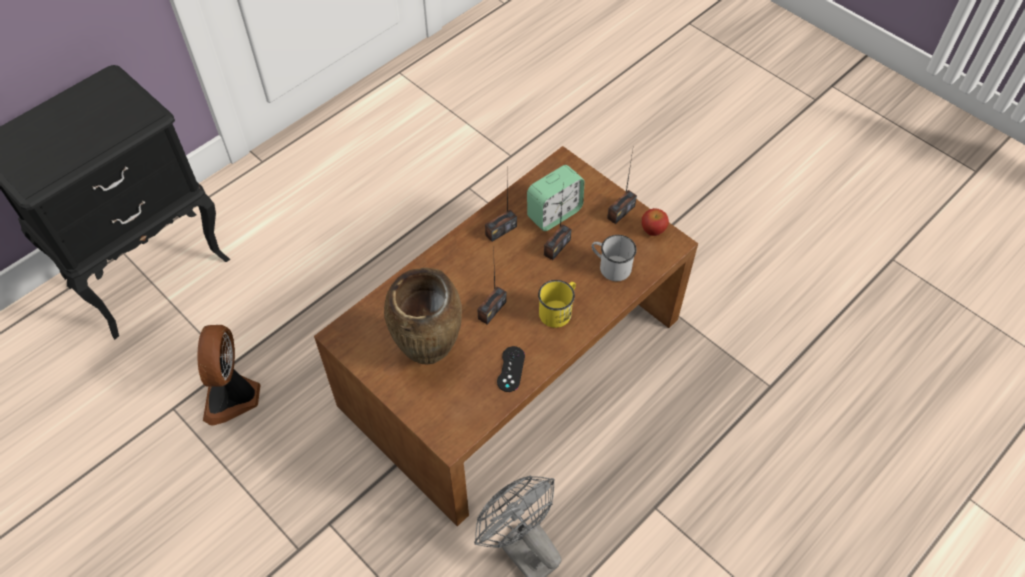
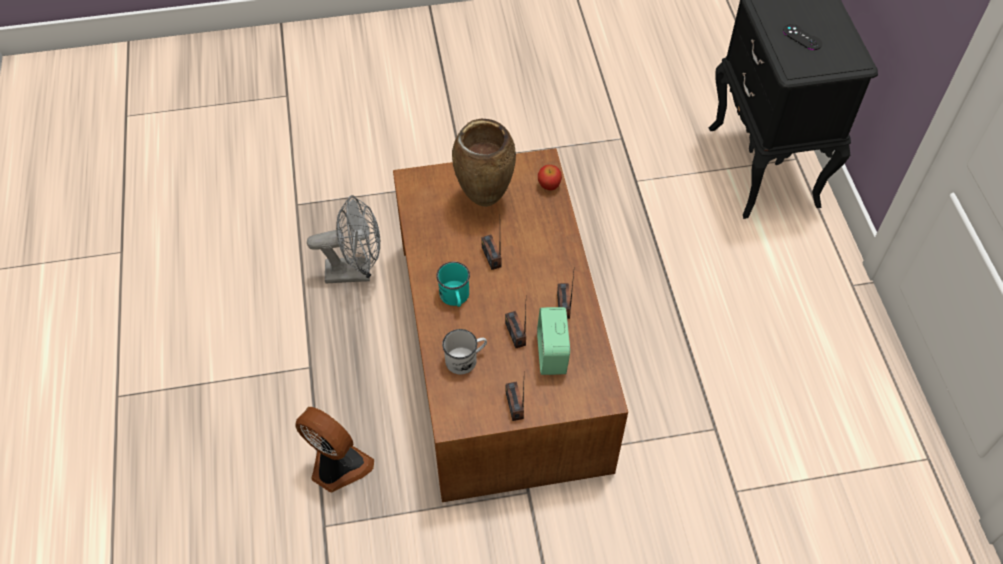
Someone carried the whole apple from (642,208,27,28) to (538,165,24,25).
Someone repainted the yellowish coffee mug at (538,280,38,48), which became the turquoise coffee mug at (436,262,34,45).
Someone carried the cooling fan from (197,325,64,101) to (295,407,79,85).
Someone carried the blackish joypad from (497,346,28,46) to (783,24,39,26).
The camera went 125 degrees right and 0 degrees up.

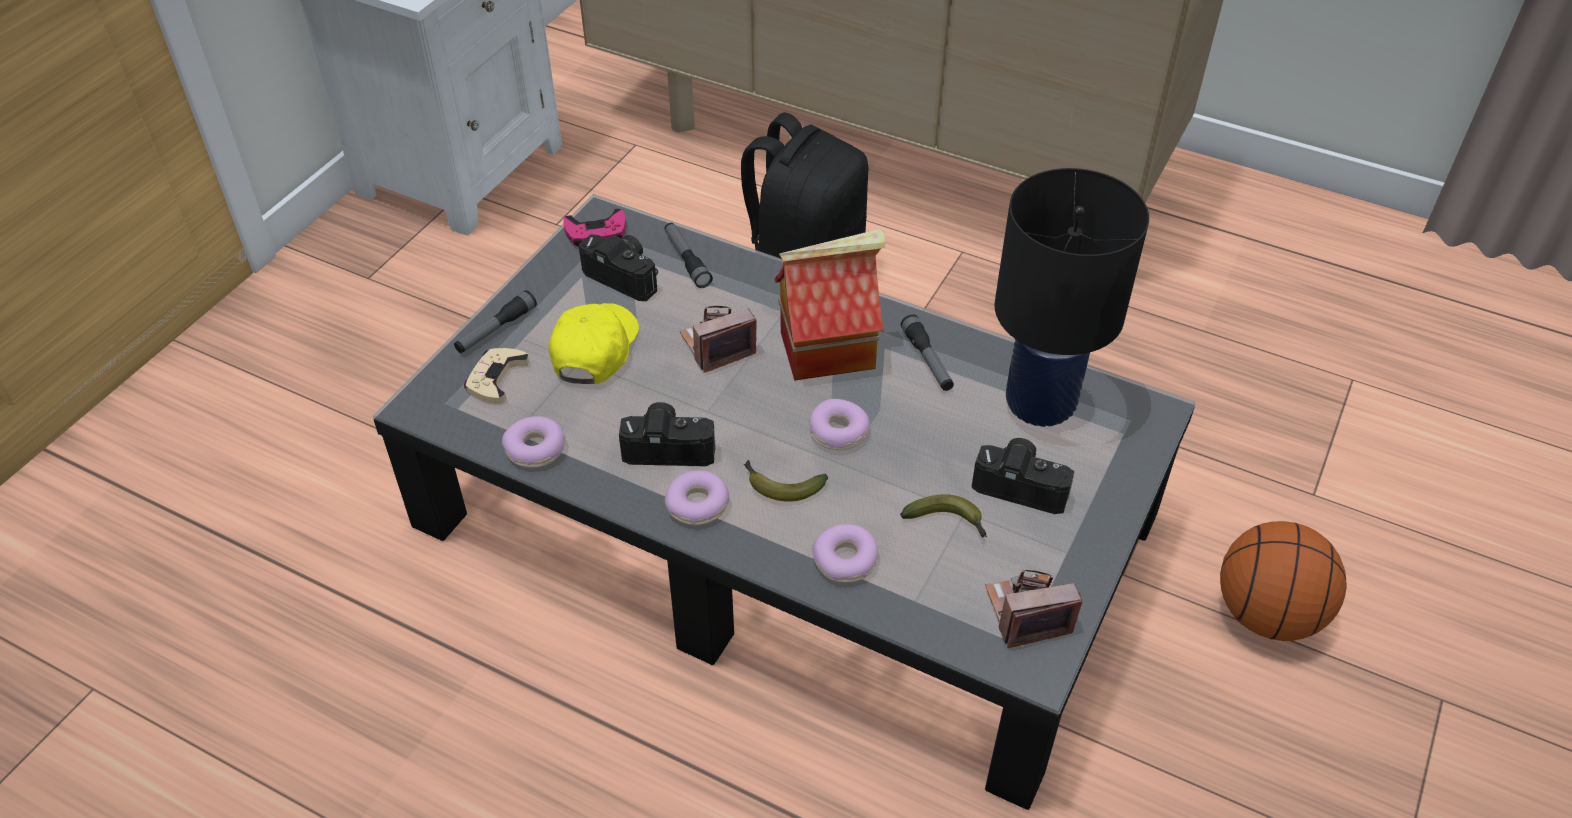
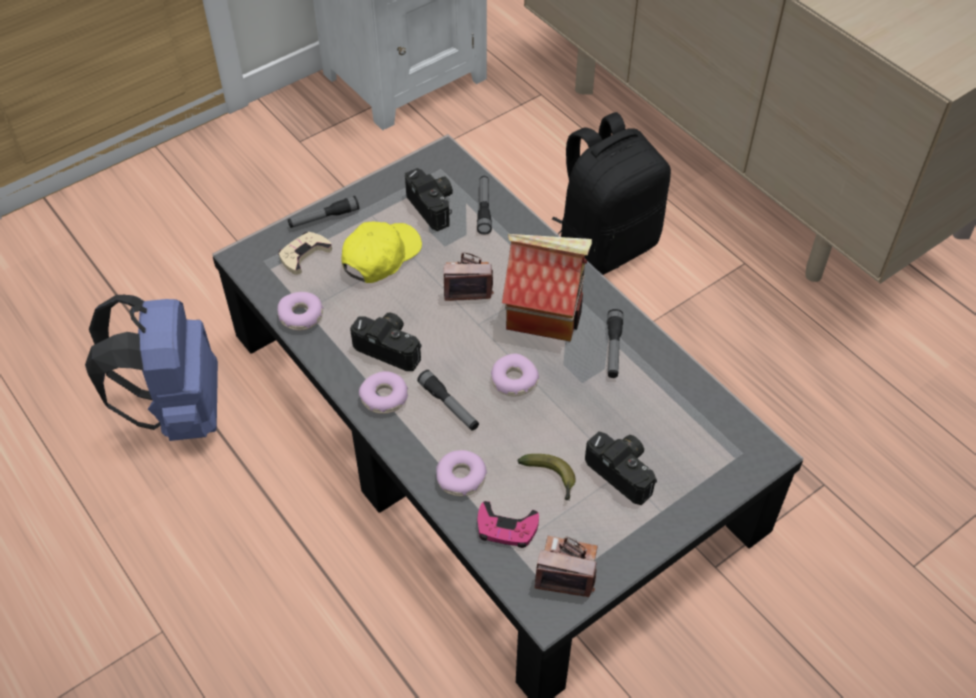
Someone took away the blackish table lamp at (995,168,154,259).
Someone carried the pink joypad from (563,209,63,37) to (478,501,61,47).
Someone swapped the whole banana at (744,460,84,42) for the hand torch at (417,370,62,61).
Someone took away the basketball at (1220,521,127,120).
Someone put down the blue-coloured knapsack at (85,295,133,146).
The camera went 25 degrees right and 5 degrees up.

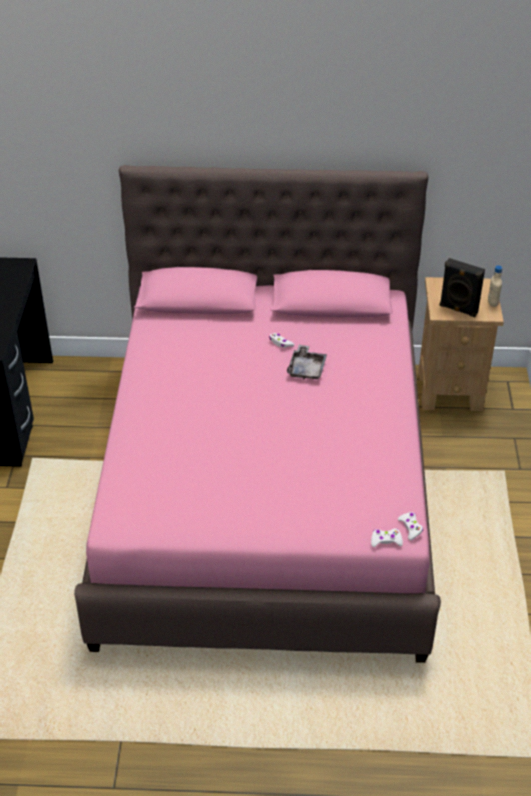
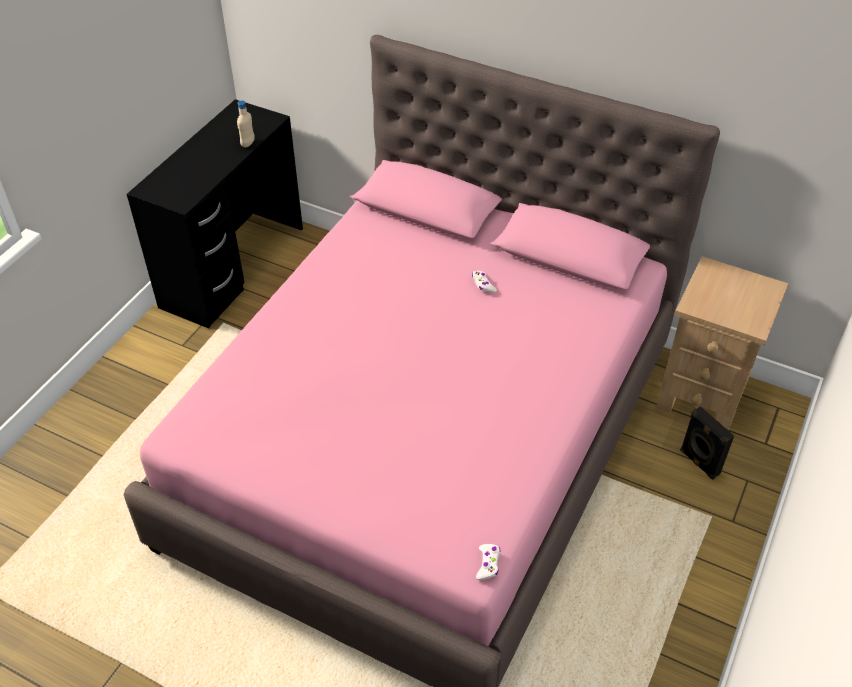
Someone carried the blackish loudspeaker from (440,258,45,59) to (680,406,54,74).
Someone carried the sand-coloured beverage bottle from (488,265,14,42) to (237,100,18,48).
Someone took away the gray tray at (287,345,40,34).
Someone took away the white joypad at (371,529,32,18).
The camera went 25 degrees right and 5 degrees up.

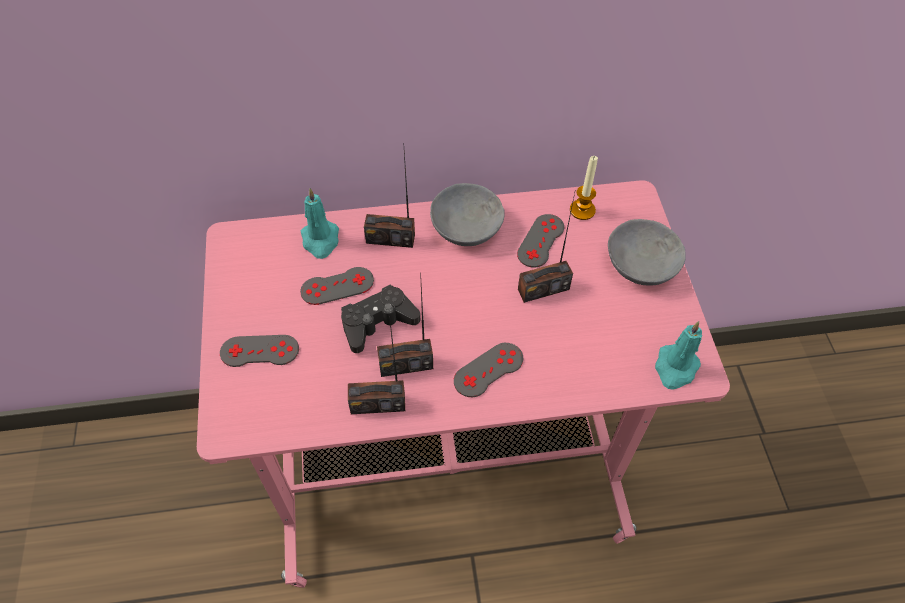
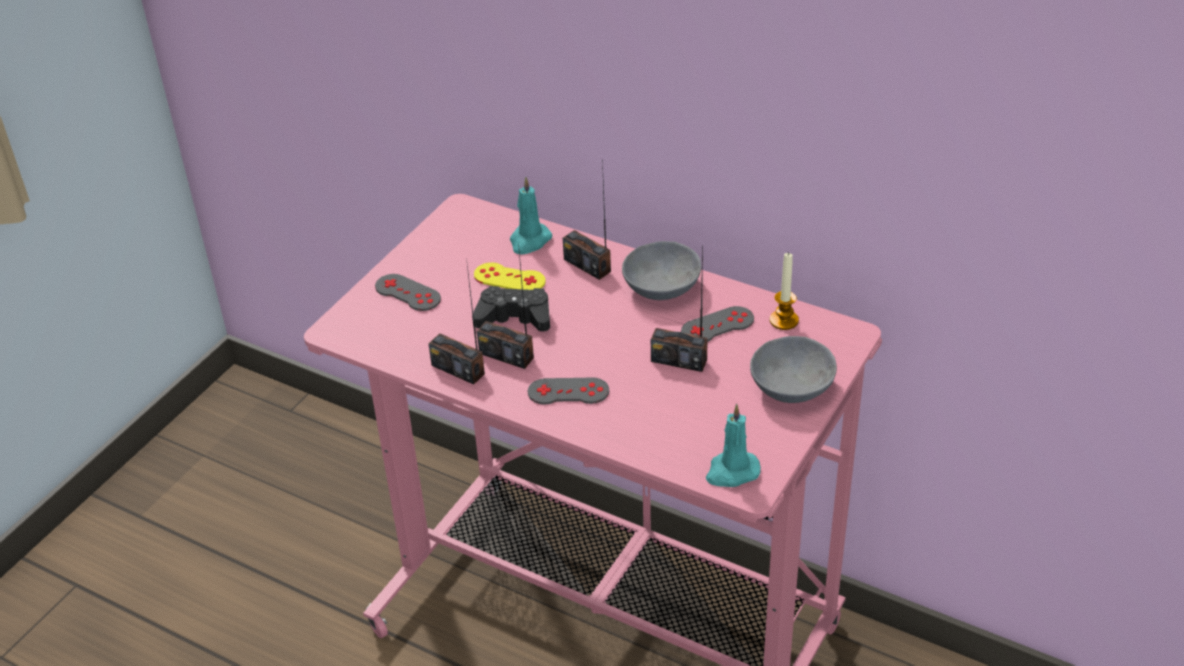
Someone repainted the gray joypad at (300,267,74,38), which became the yellowish joypad at (474,262,72,28).
The camera went 40 degrees right and 15 degrees down.

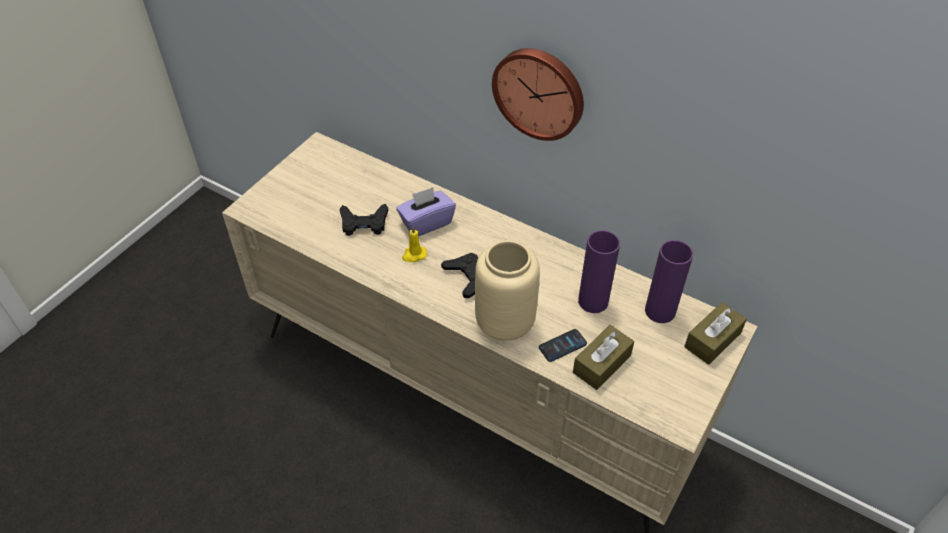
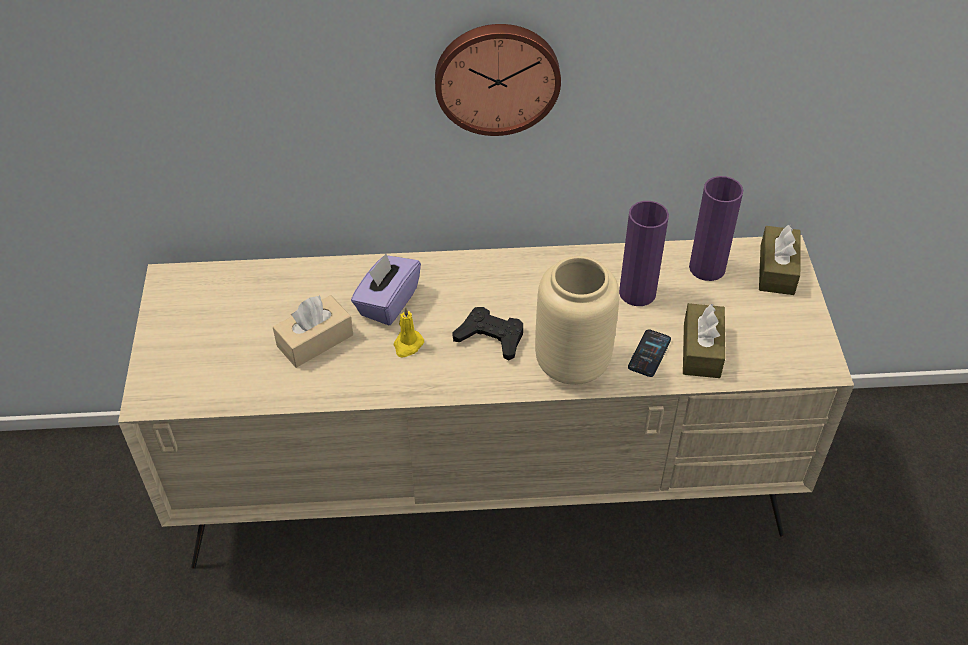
Someone swapped the blackish joypad at (340,204,48,32) for the sand-coloured tissue holder at (273,295,80,73).
The camera went 35 degrees left and 0 degrees up.

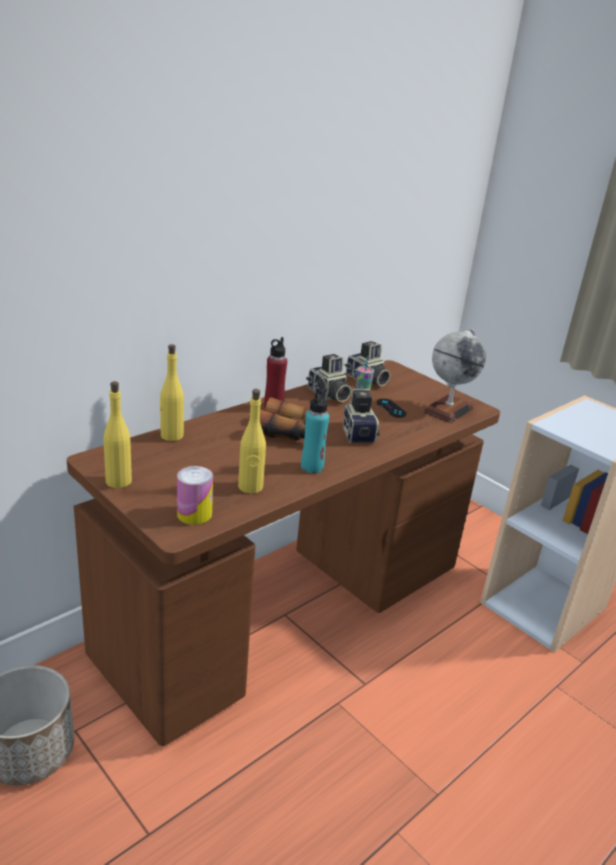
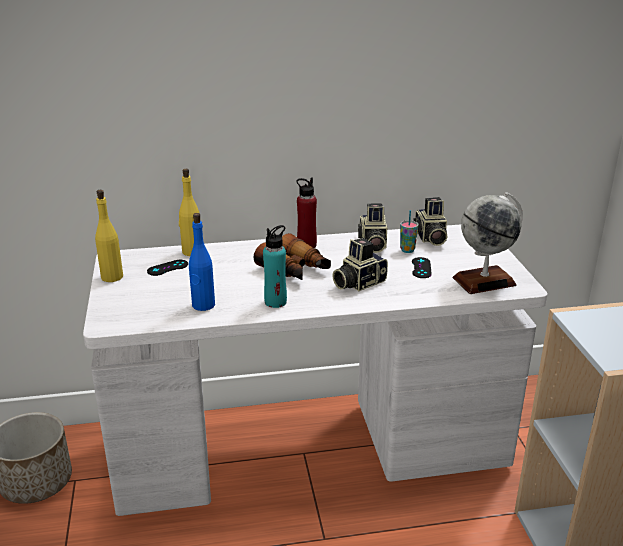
Someone repainted the brown desk at (67,360,433,386), which became the white desk at (83,224,464,292).
Someone rotated the photo camera at (343,388,37,55) by 150 degrees counterclockwise.
Someone repainted the yellowish beverage bottle at (238,389,28,105), which became the blue-coloured beverage bottle at (189,213,26,98).
Someone took away the sealed can at (177,466,36,59).
Someone put down the blackish joypad at (147,260,41,16).
The camera went 35 degrees right and 0 degrees up.

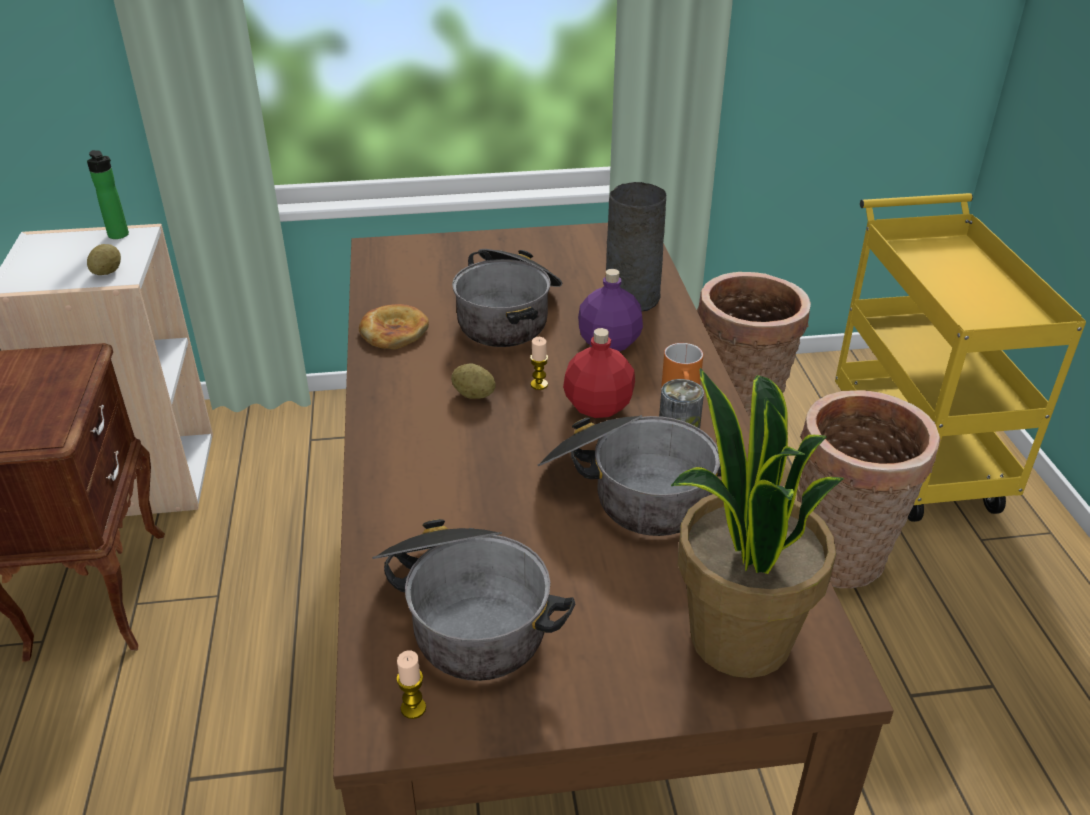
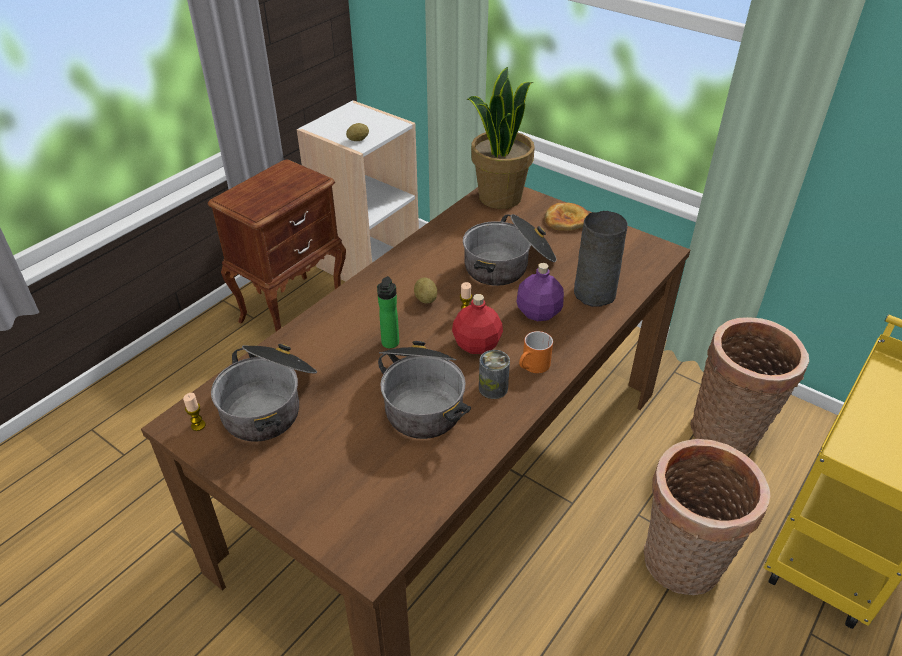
Someone carried the beverage bottle from (87,150,42,89) to (377,276,22,72).
Someone carried the bread from (359,304,70,45) to (545,202,44,29).
Someone carried the houseplant from (671,368,173,310) to (466,67,69,142).
The camera went 45 degrees right and 5 degrees up.

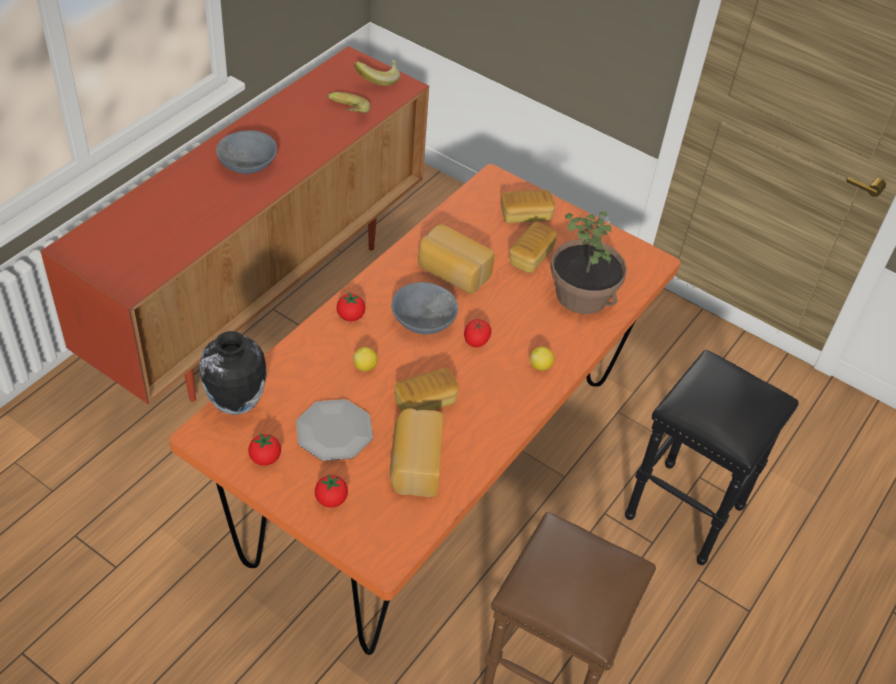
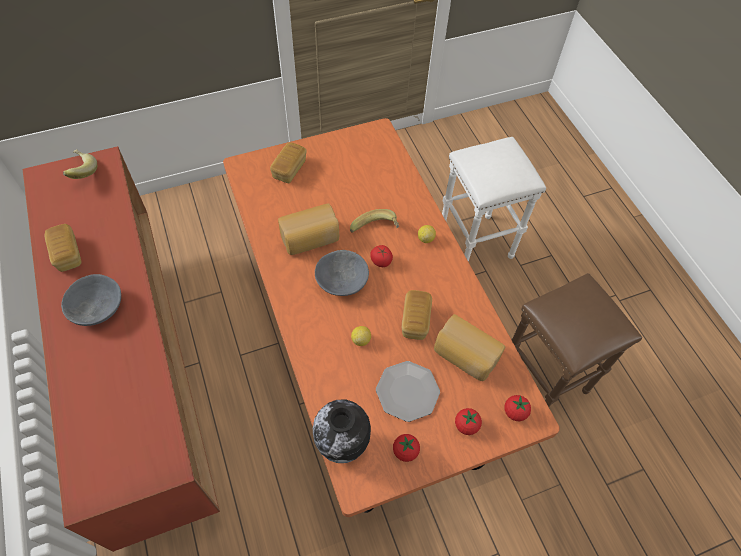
Someone carried the whole banana from (327,92,43,21) to (350,209,49,24).
Someone took away the houseplant at (550,211,77,103).
Someone carried the bread from (509,222,48,51) to (44,224,38,48).
Someone carried the tomato from (336,292,30,30) to (504,395,27,26).
Someone repainted the blackish stool seat at (625,350,174,215), which became the white stool seat at (442,137,104,125).
The camera went 55 degrees left and 10 degrees up.

